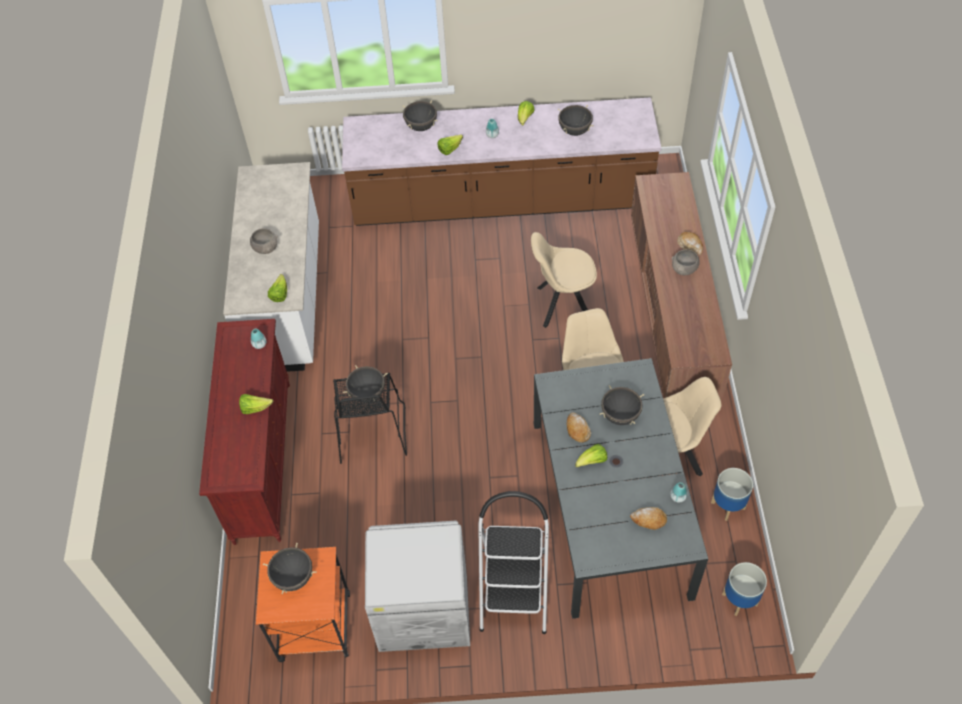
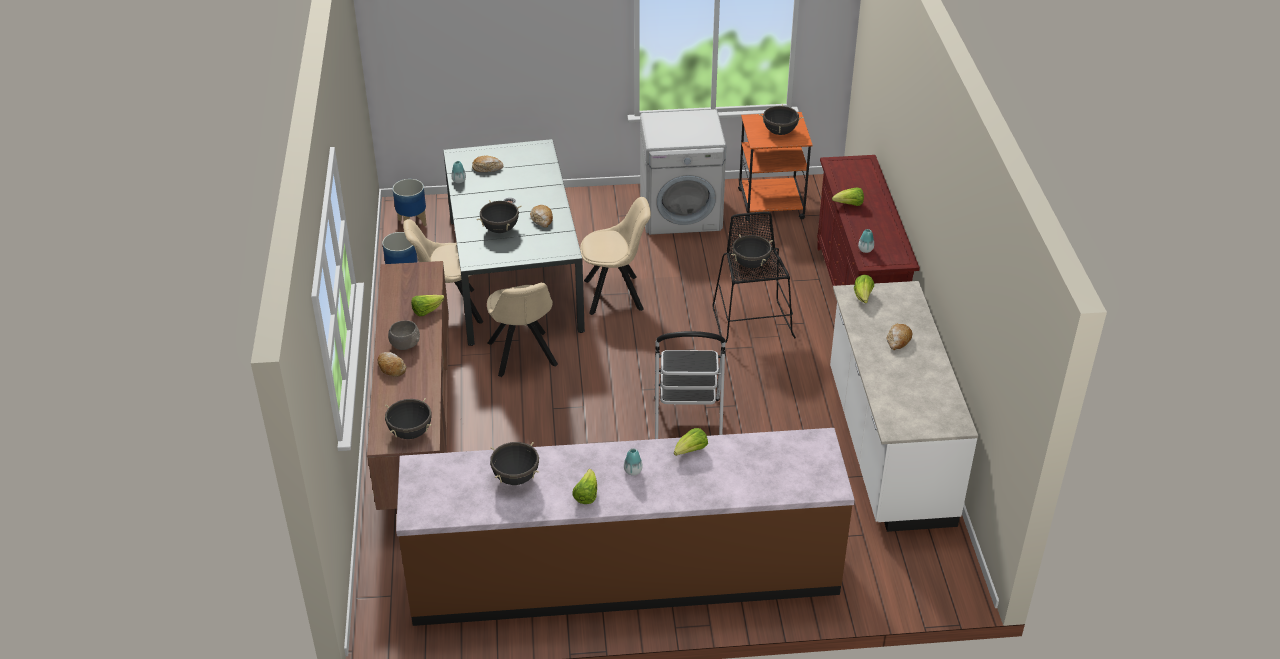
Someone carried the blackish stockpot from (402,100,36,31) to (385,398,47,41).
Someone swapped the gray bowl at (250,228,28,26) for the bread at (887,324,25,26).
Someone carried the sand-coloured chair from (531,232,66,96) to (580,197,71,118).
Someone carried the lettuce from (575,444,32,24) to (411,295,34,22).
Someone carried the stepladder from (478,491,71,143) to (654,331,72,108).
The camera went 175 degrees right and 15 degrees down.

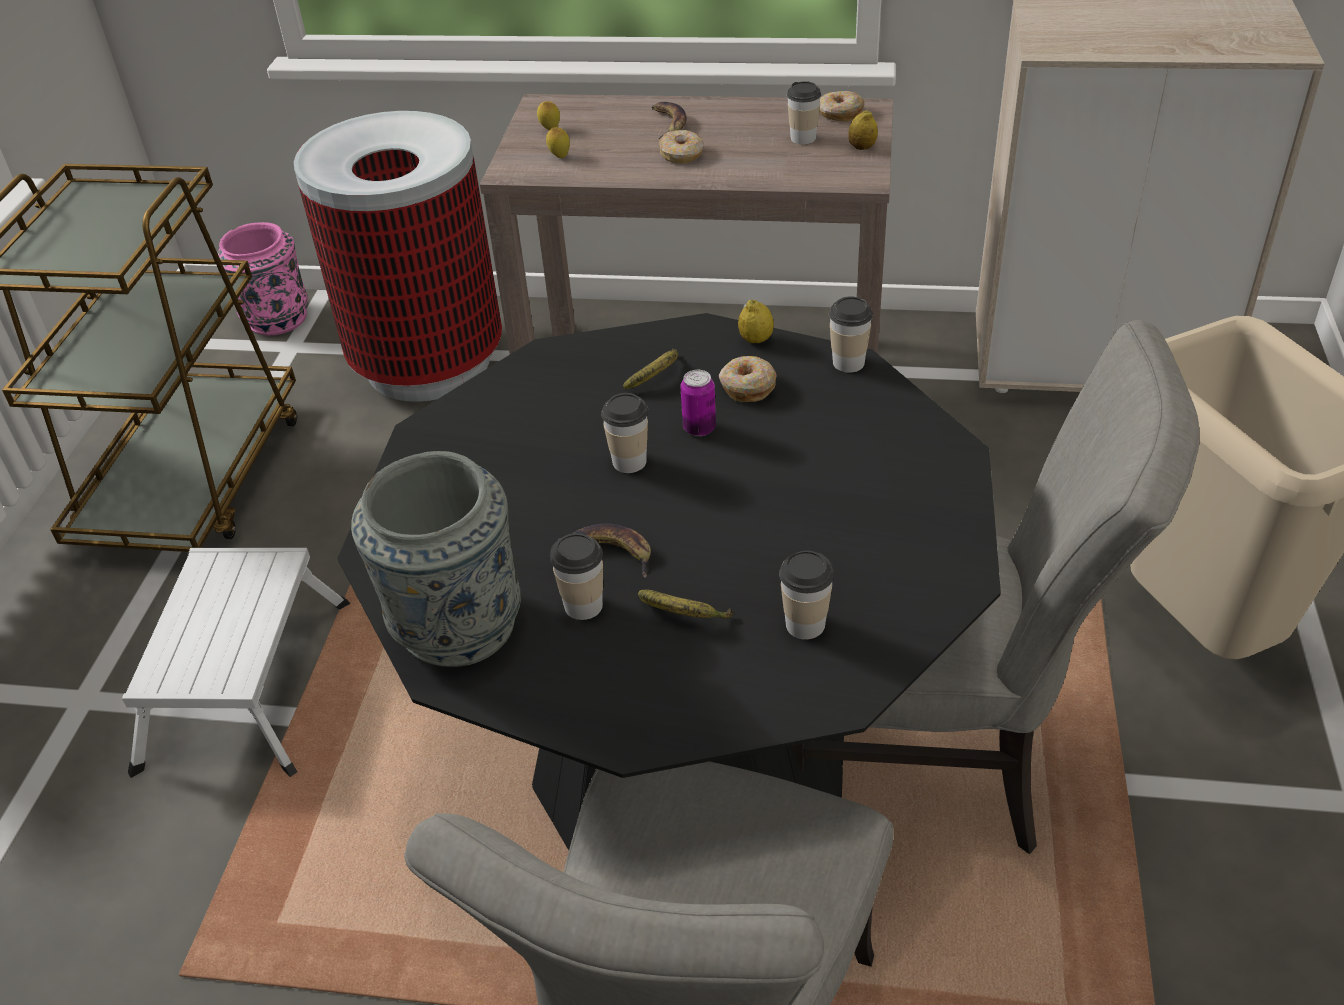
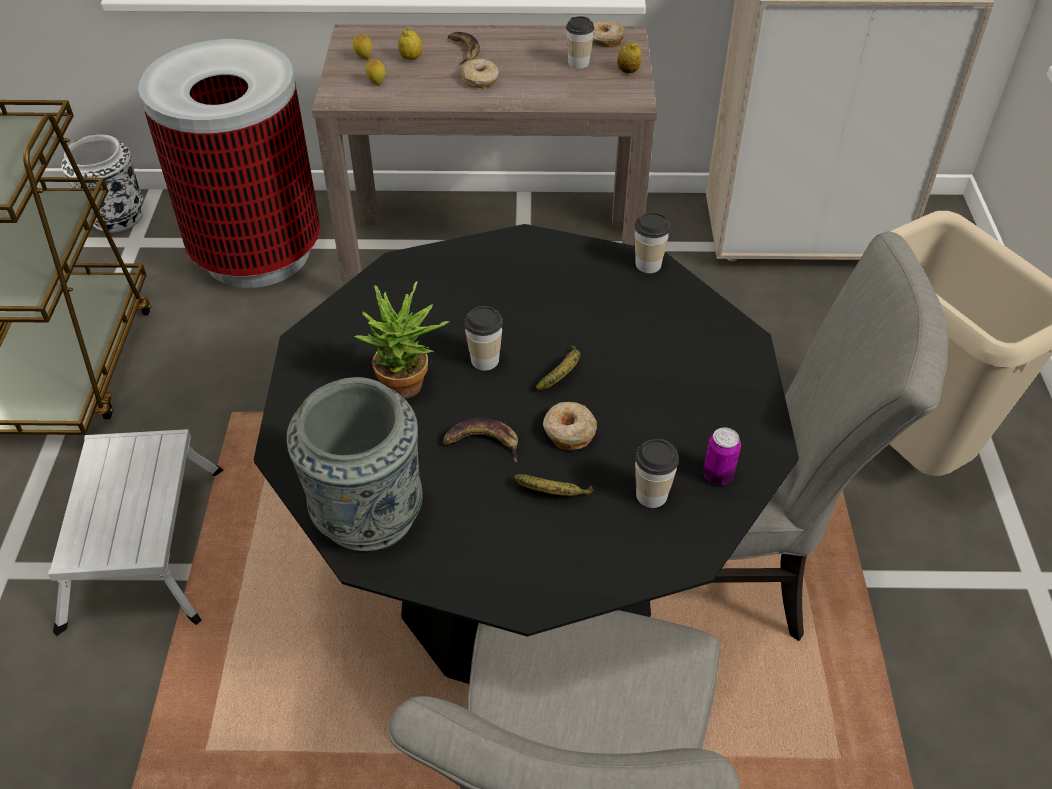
Someone repainted the pink vase at (217,222,91,113), which became the white vase at (62,135,82,98).
Someone carried the whole lemon from (738,300,36,43) to (398,28,24,32).
Someone carried the whole banana from (623,348,55,41) to (536,346,44,44).
Someone carried the ring doughnut from (719,356,58,46) to (543,402,54,48).
Someone carried the sealed can from (680,370,36,66) to (703,427,38,58).
Someone took away the cup at (550,533,53,87).
Someone put down the houseplant at (354,281,96,118).
The camera went 10 degrees left and 5 degrees up.

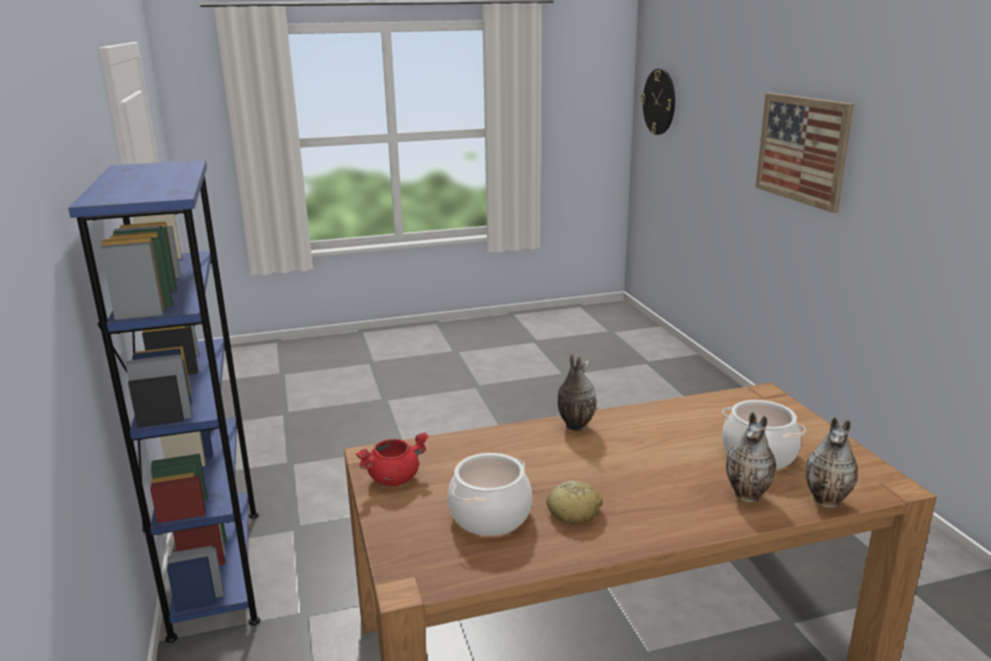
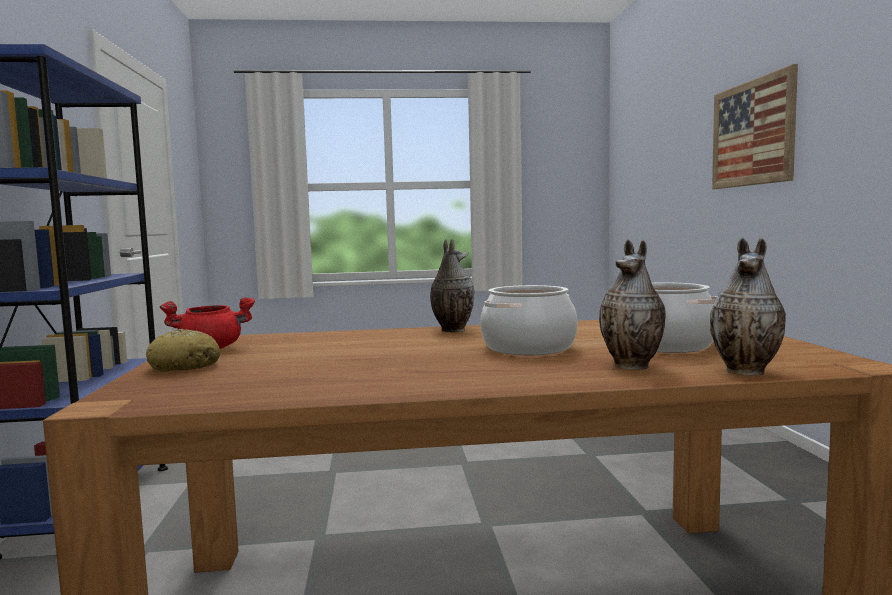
Someone took away the clock on the wall at (641,69,34,66).
Someone carried the stockpot from (447,453,85,83) to (480,285,98,71).
Someone carried the bread from (546,481,57,43) to (146,329,74,43).
The camera went 10 degrees right and 15 degrees down.

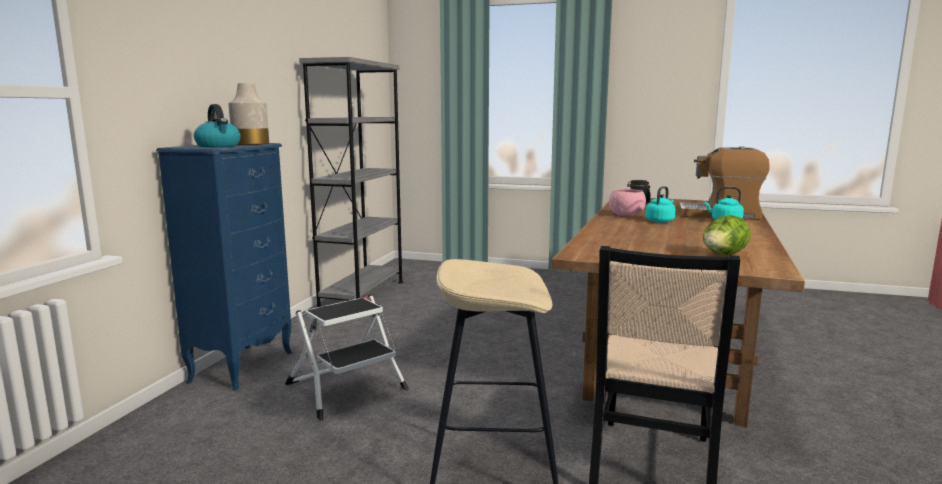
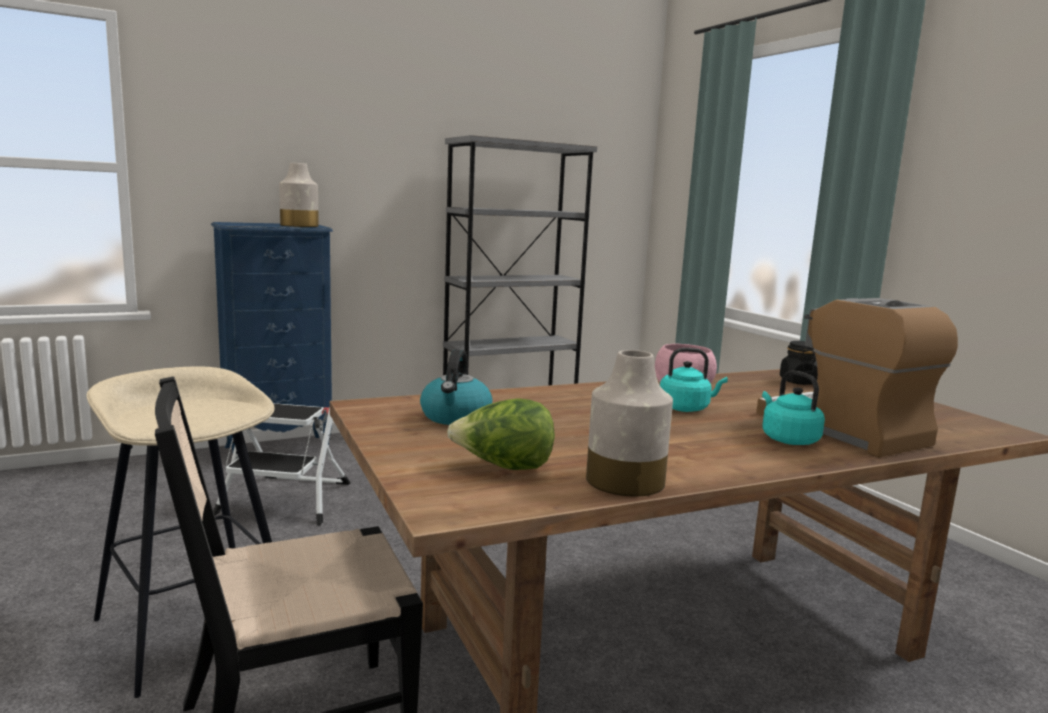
Someone carried the tea kettle from (194,104,47,43) to (420,349,72,76).
Someone put down the sand-coloured vase at (586,350,87,146).
The camera went 45 degrees right and 0 degrees up.

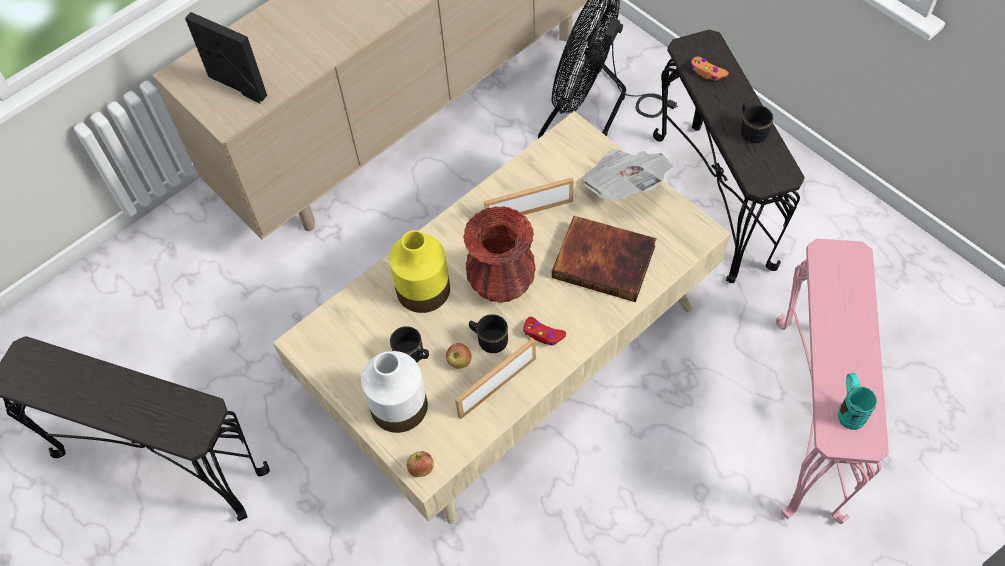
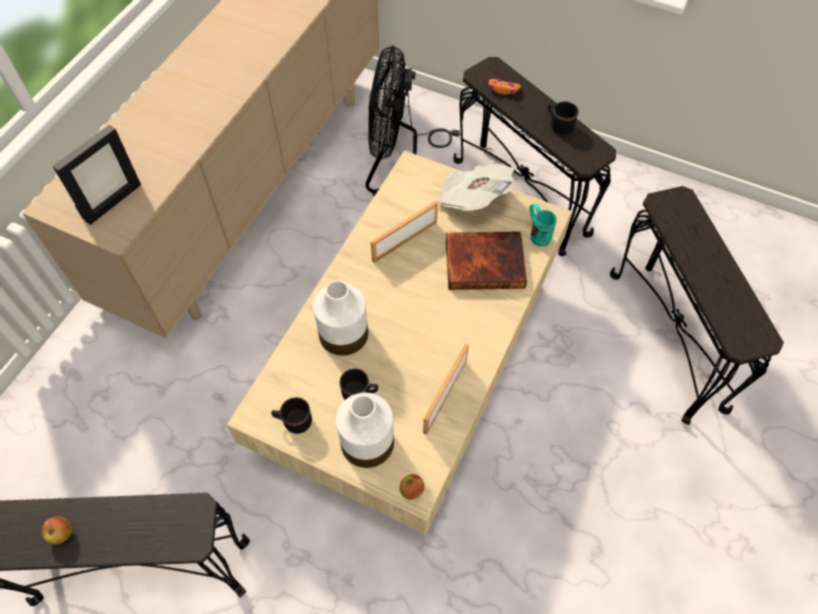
Someone rotated the picture frame at (185,12,82,91) by 120 degrees clockwise.
Someone took away the red-coloured vase at (463,206,73,97).
Someone repainted the yellowish vase at (389,230,61,83), which became the white vase at (313,280,55,76).
Someone repainted the pink side table at (776,239,113,285), which became the blackish side table at (610,186,174,239).
Someone carried the blackish coffee mug from (469,314,39,39) to (271,397,41,37).
Someone took away the red-coloured joypad at (523,317,43,29).
Someone carried the whole apple from (446,343,26,26) to (42,516,30,28).
Someone carried the turquoise coffee mug from (838,373,39,57) to (529,203,28,43).
The camera went 25 degrees left and 0 degrees up.

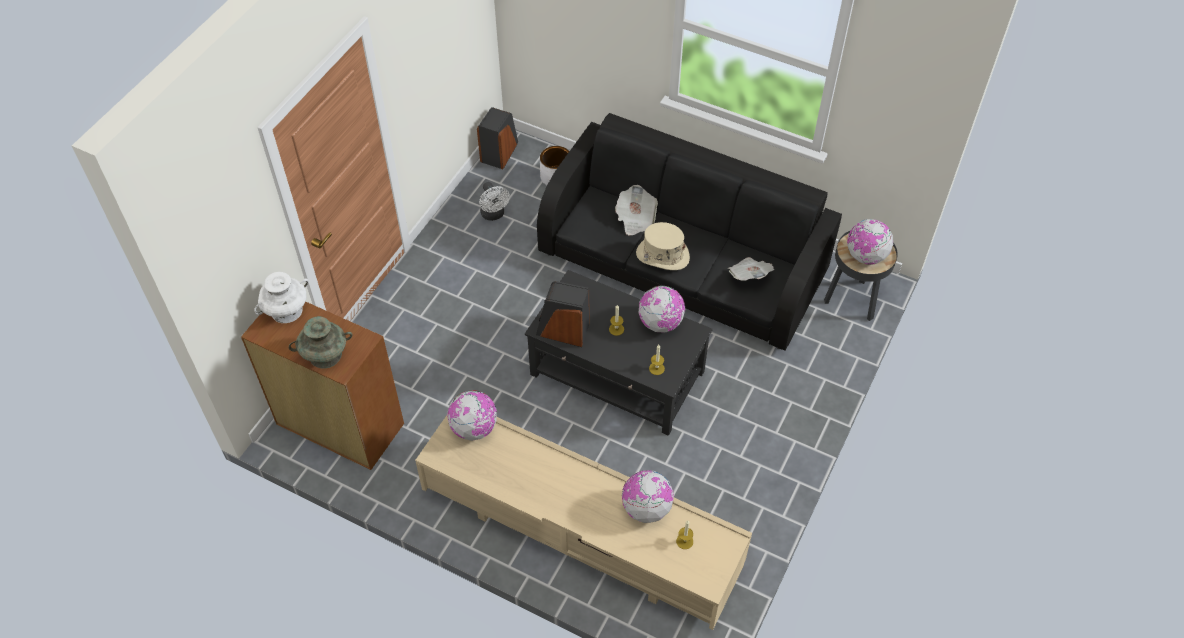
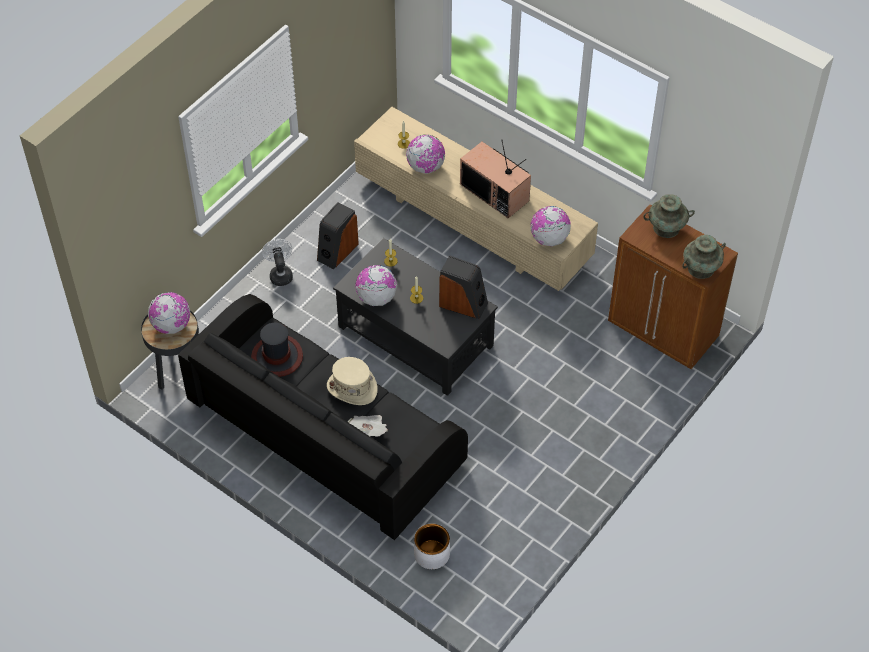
Someone carried the loudspeaker from (477,107,41,62) to (317,202,42,67).
Someone carried the white cooling fan from (479,182,31,39) to (262,239,31,47).
Someone swapped the newspaper at (728,257,46,24) for the hat at (251,323,52,54).
Someone repainted the white vase at (254,272,54,51), which became the turquoise vase at (682,235,44,44).
Someone put down the TV at (460,142,71,76).
The camera went 170 degrees left and 0 degrees up.

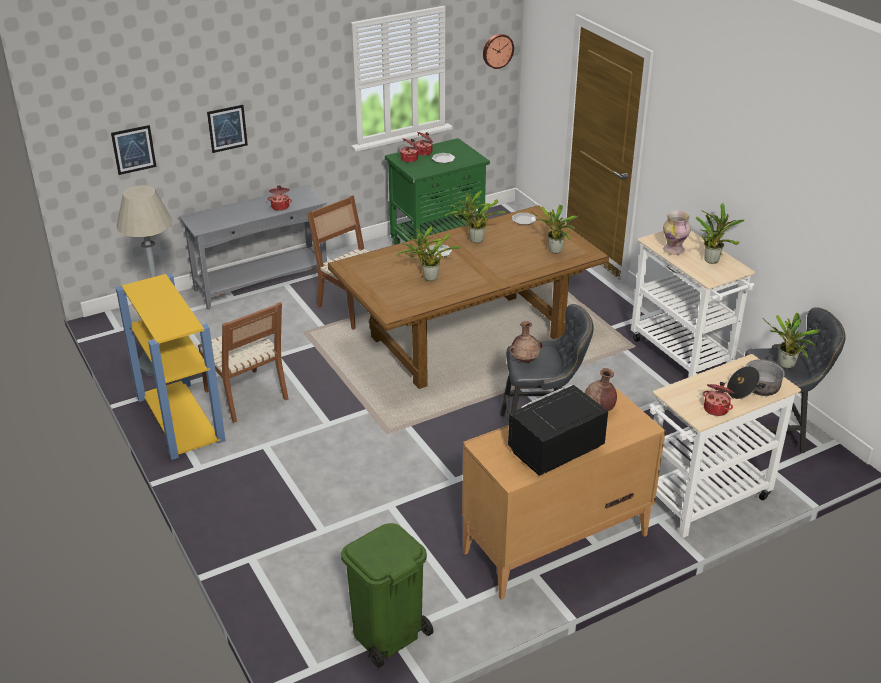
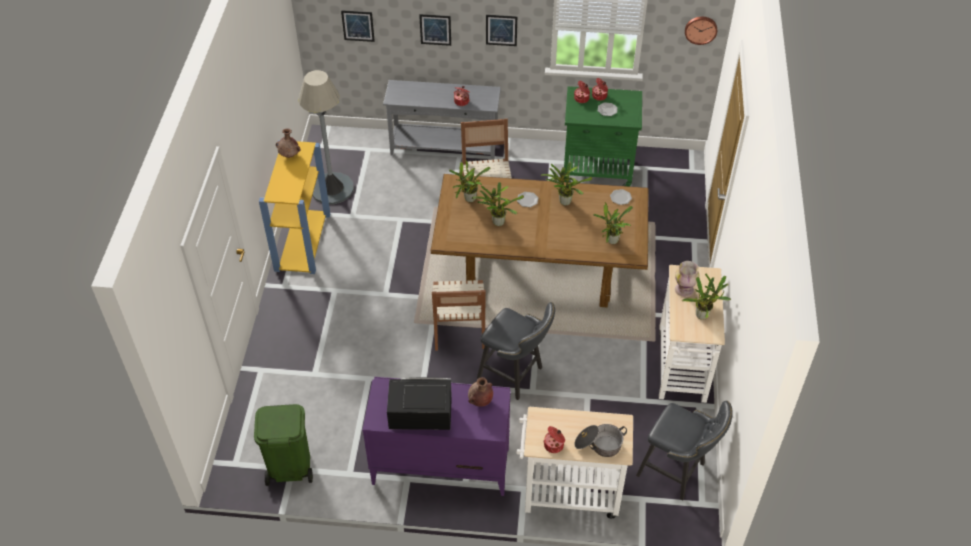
Someone carried the chair from (198,302,91,121) to (432,280,54,71).
Someone carried the houseplant from (764,313,56,56) to (449,160,42,42).
Someone carried the brown vase from (509,321,34,42) to (276,128,25,30).
Someone repainted the brown storage cabinet at (462,389,204,211), which became the purplish storage cabinet at (363,377,148,119).
Someone put up the picture at (486,15,31,31).
The camera went 35 degrees right and 15 degrees up.

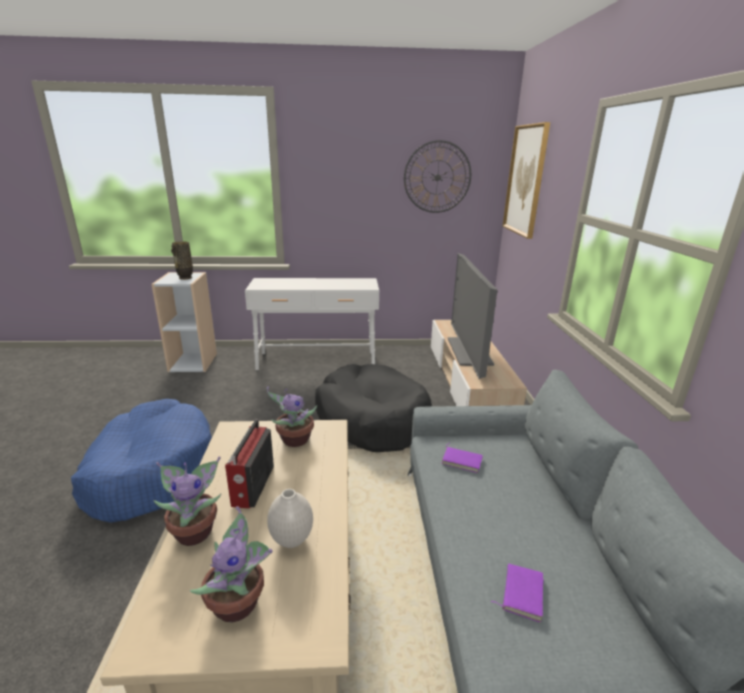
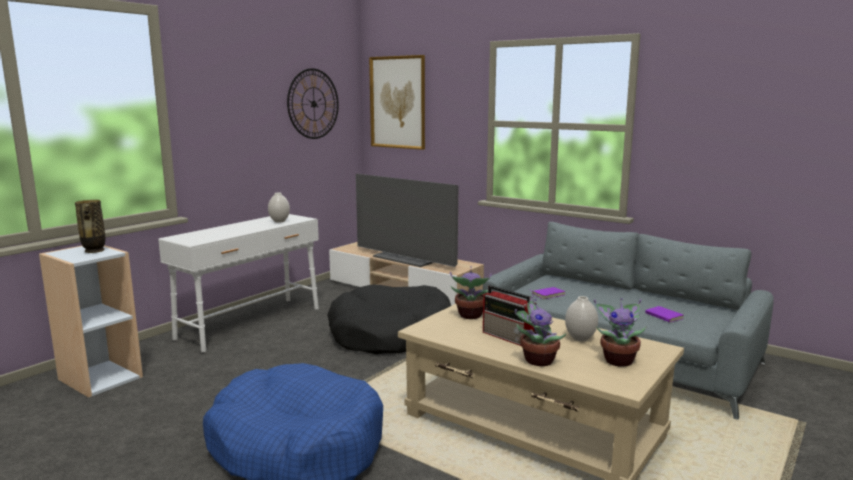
Someone put down the white vase at (268,192,22,31).
The camera went 50 degrees left and 10 degrees down.

